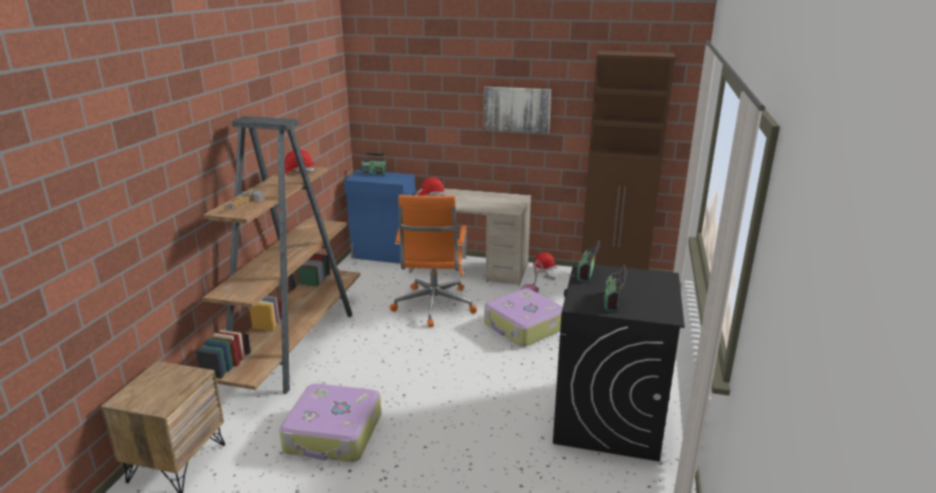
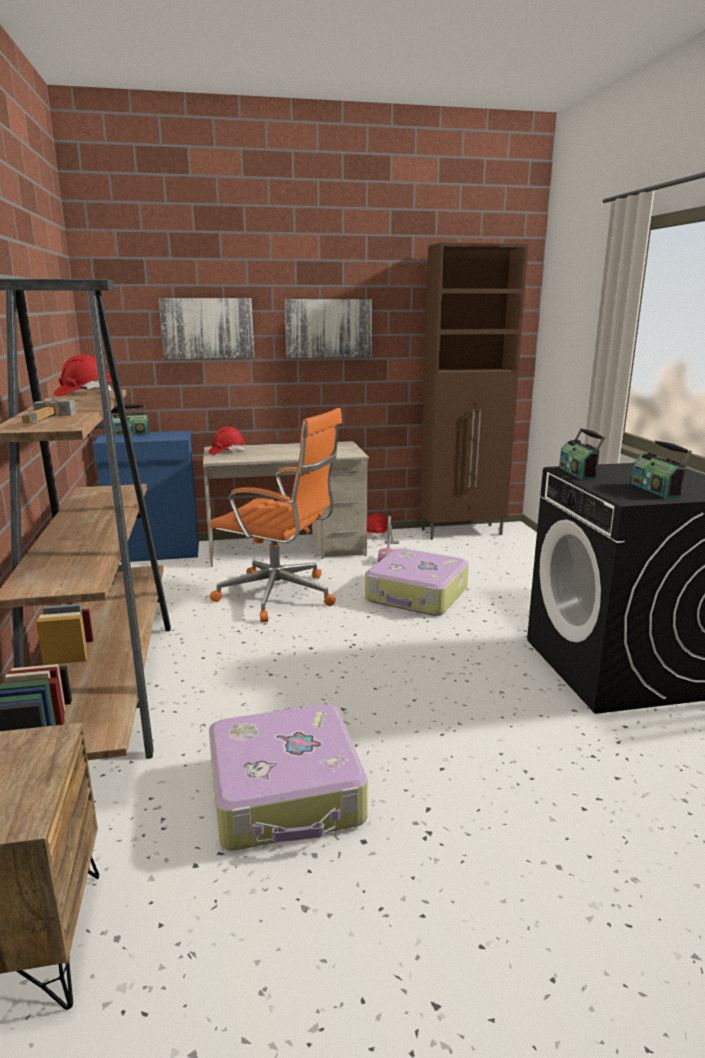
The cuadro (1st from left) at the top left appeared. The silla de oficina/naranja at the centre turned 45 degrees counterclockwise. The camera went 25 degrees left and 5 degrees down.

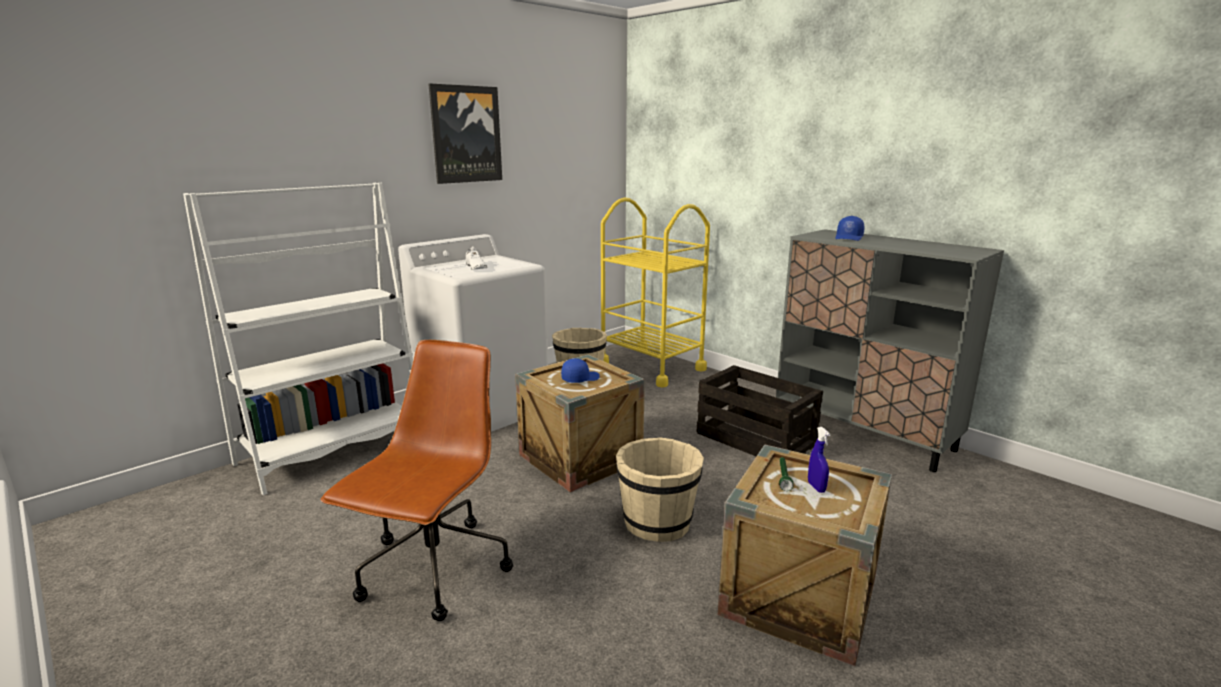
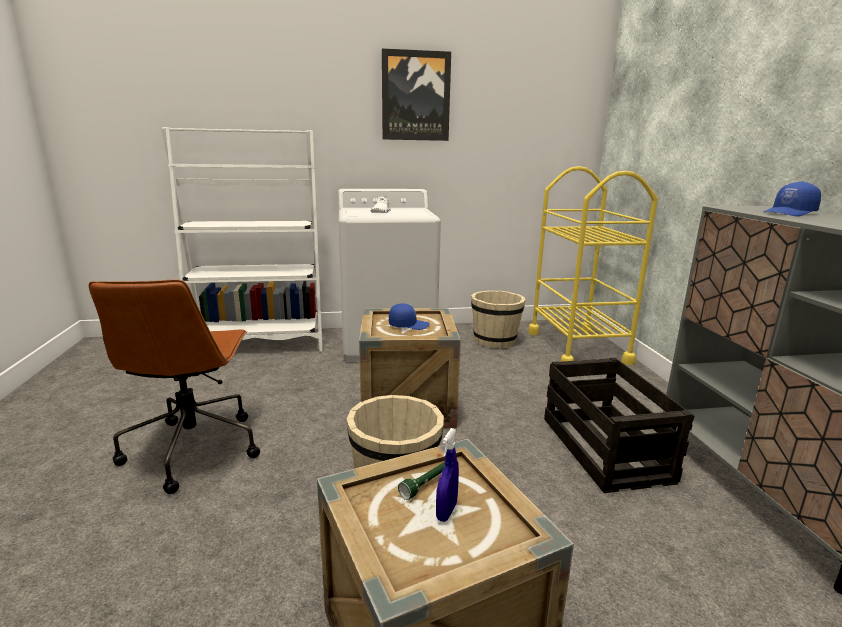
The silla de oficina/marrón at the bottom centre turned 120 degrees clockwise. The camera went 35 degrees right and 0 degrees up.

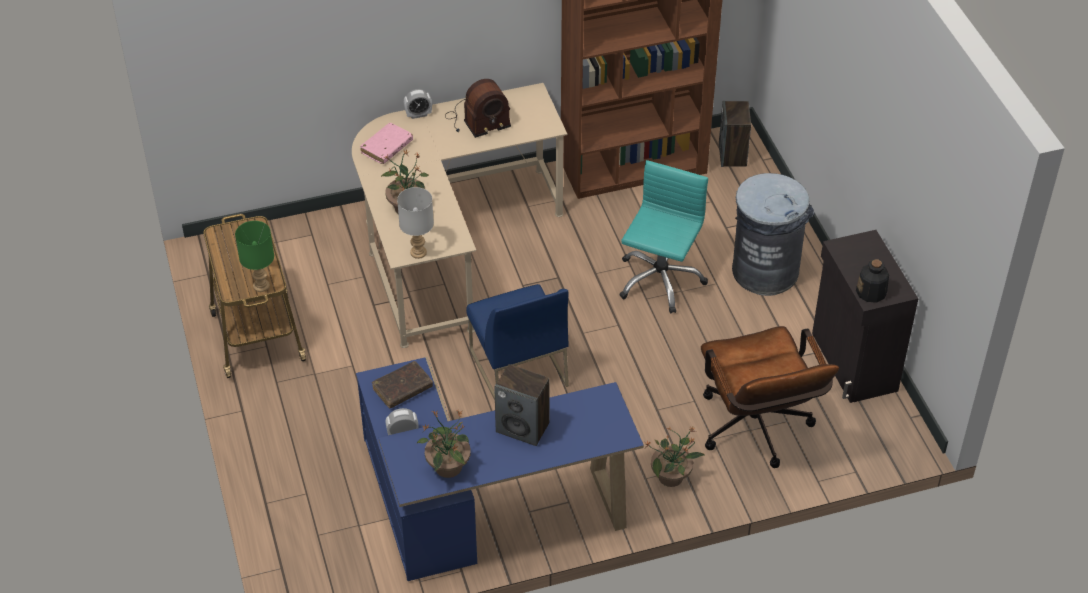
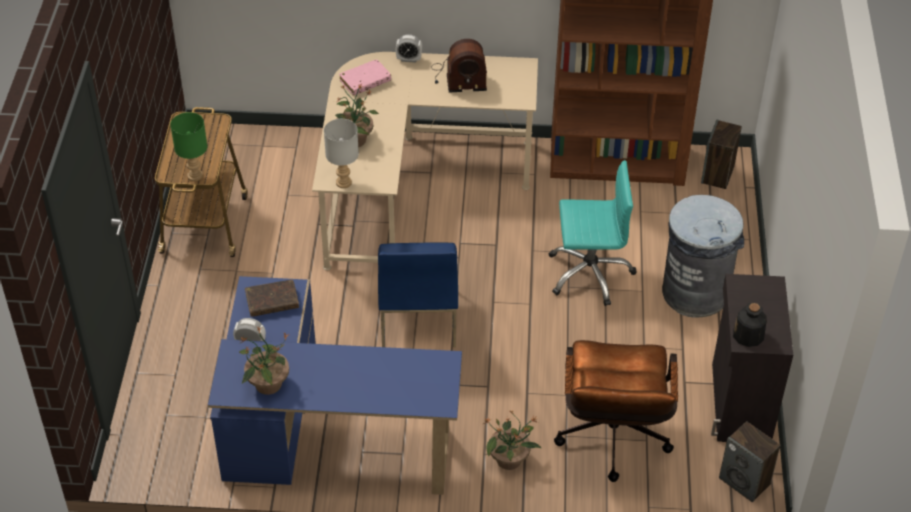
The altavoz (1st from left in the first image) moved from the bottom centre to the bottom right. The silla de oficina/turquesa at the centre turned 45 degrees clockwise. The camera went 20 degrees right and 0 degrees up.

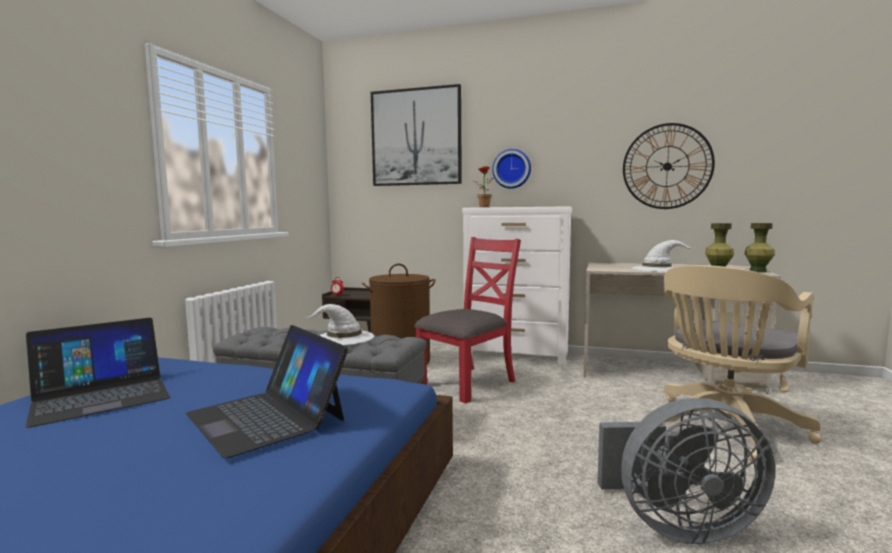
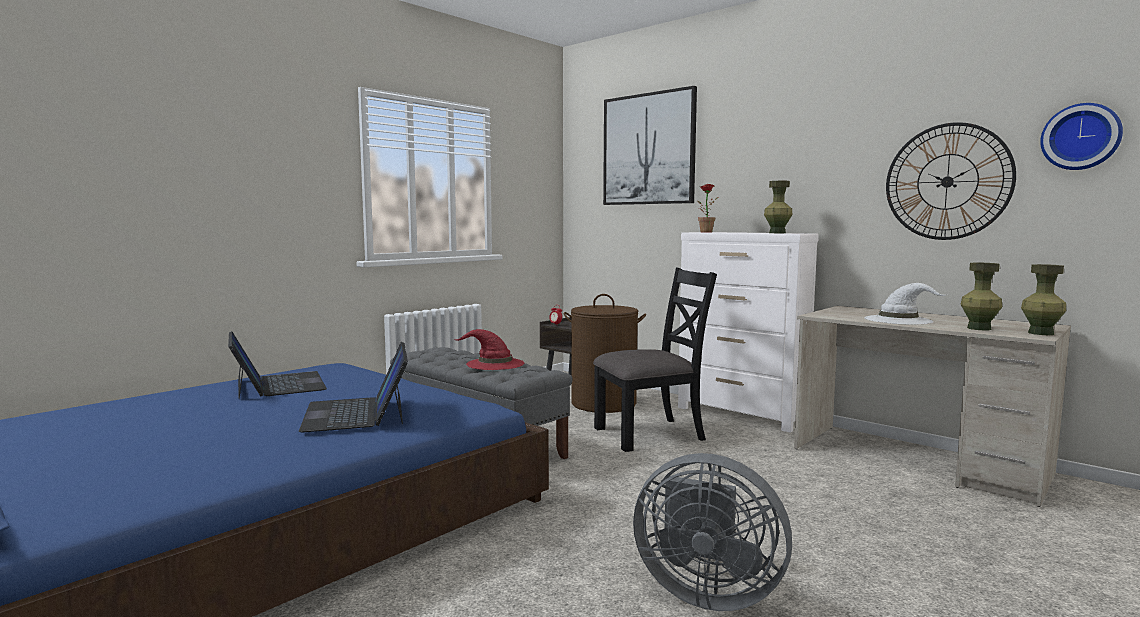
The silla de oficina/beis at the middle right disappeared. The florero/verde (1st from left) at the middle right appeared. The reloj de pared (1st from left in the first image) moved from the top centre to the top right. The sombrero/blanco (1st from left) at the centre became the sombrero/rojo at the centre. The silla/rojo at the centre became the silla/negro at the centre. The portátil (1st from left) at the bottom left turned 105 degrees counterclockwise. The camera went 25 degrees right and 0 degrees up.

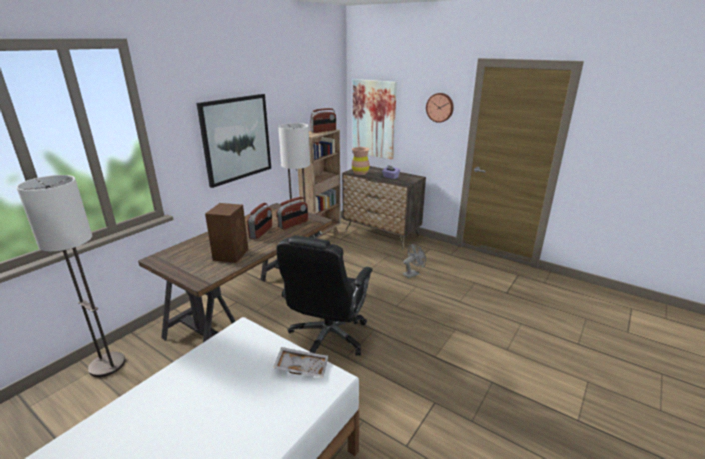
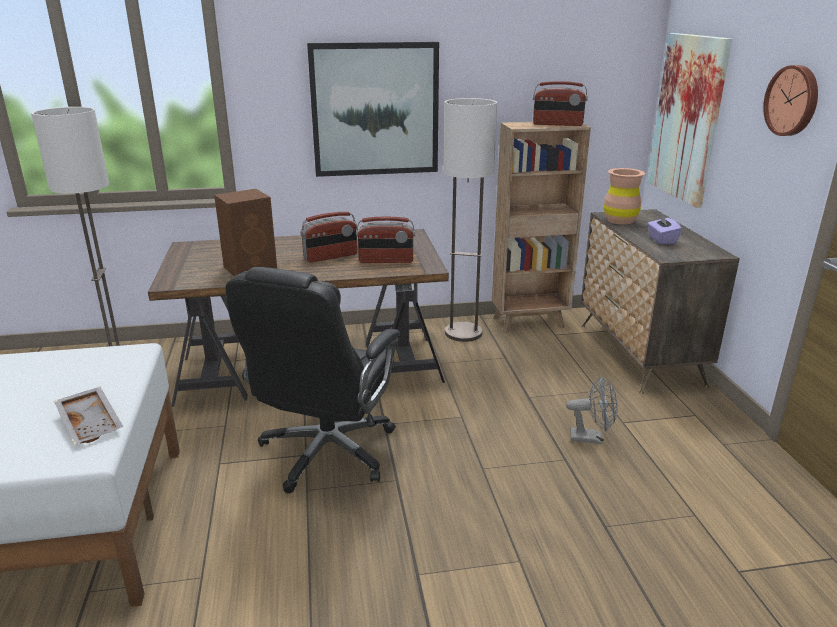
The silla de oficina/negro at the centre turned 45 degrees counterclockwise. The camera went 45 degrees right and 0 degrees up.

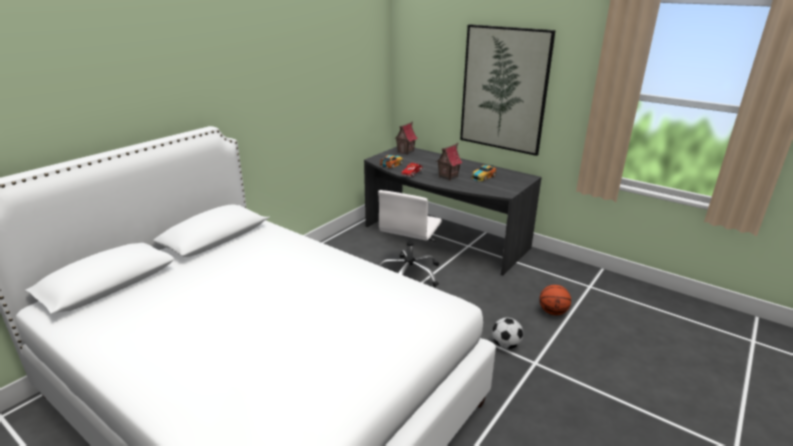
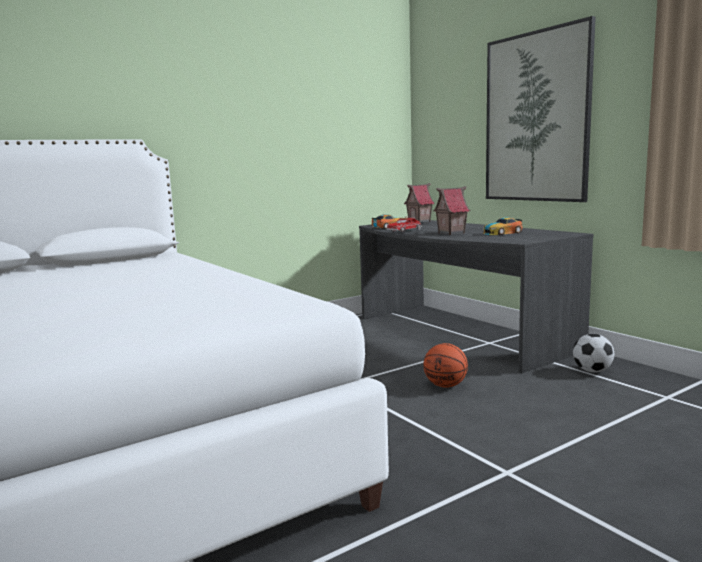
The silla de oficina/blanco at the centre disappeared. The balón de fútbol moved from the bottom centre to the middle right. The balón de baloncesto moved from the bottom right to the centre. The camera went 20 degrees right and 15 degrees down.

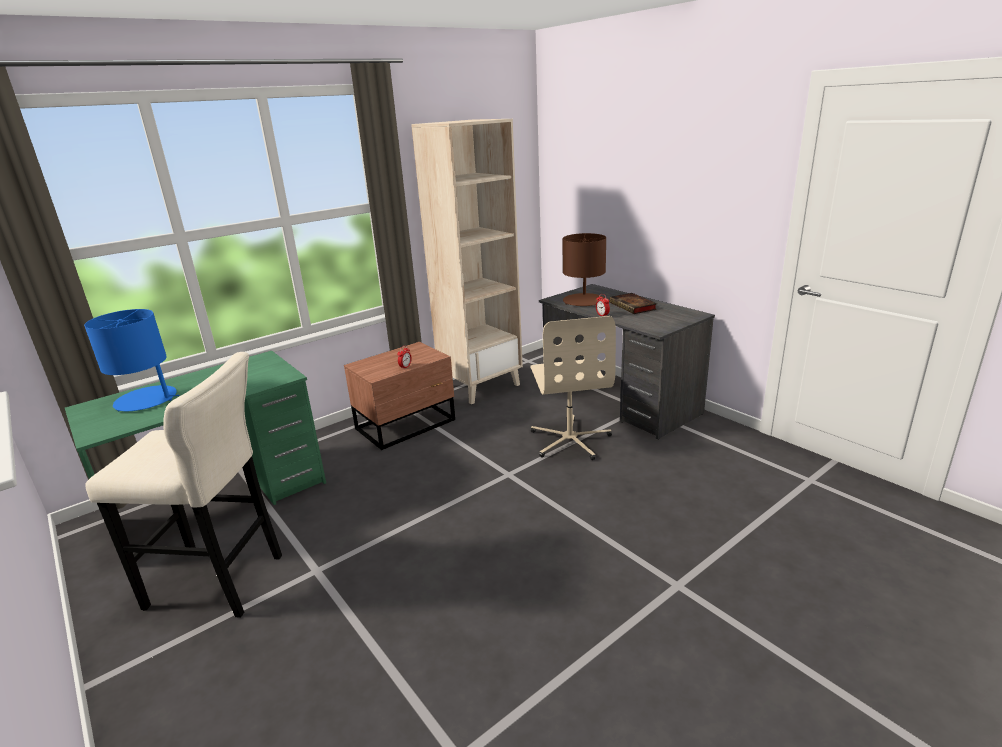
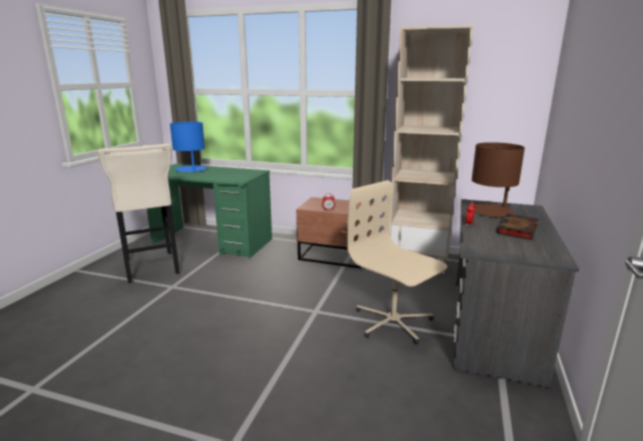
The silla de oficina/beis at the centre turned 90 degrees clockwise. The camera went 55 degrees right and 5 degrees down.

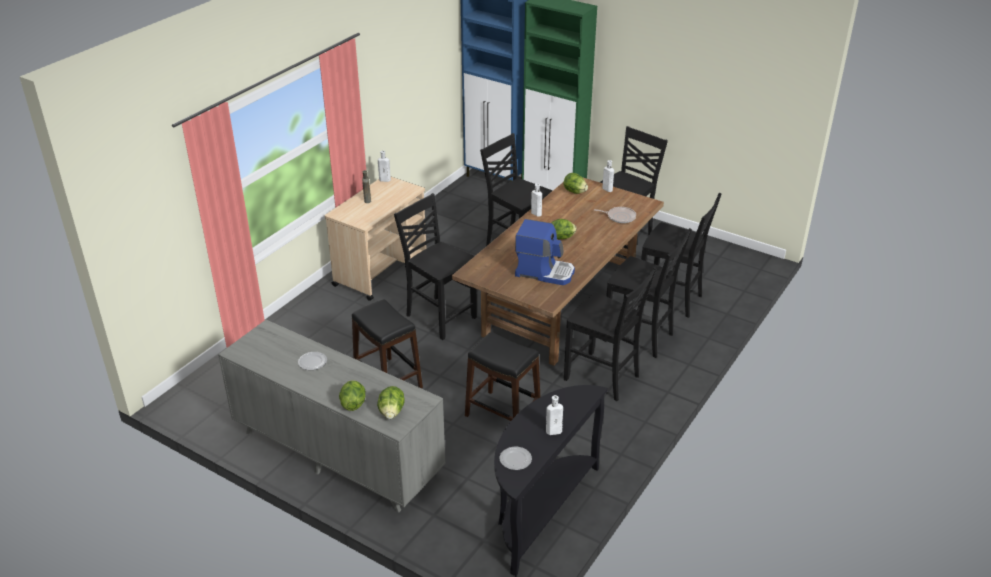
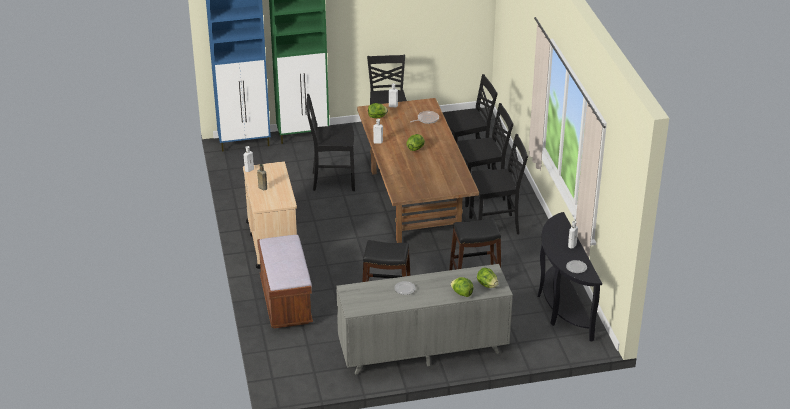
The silla/negro (1st from left) at the centre disappeared. The cafetera at the centre disappeared. The banco/marrón at the bottom centre appeared. The camera went 45 degrees left and 0 degrees up.

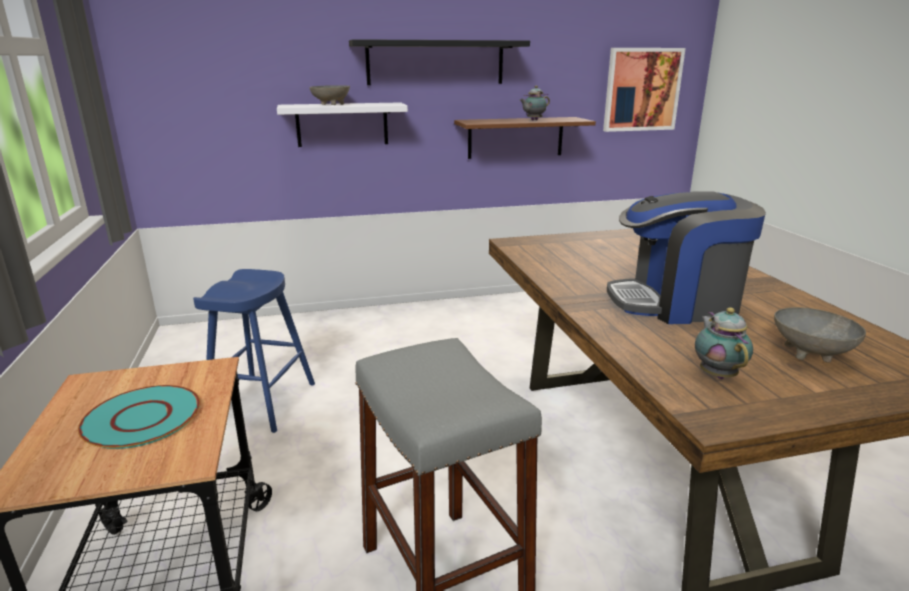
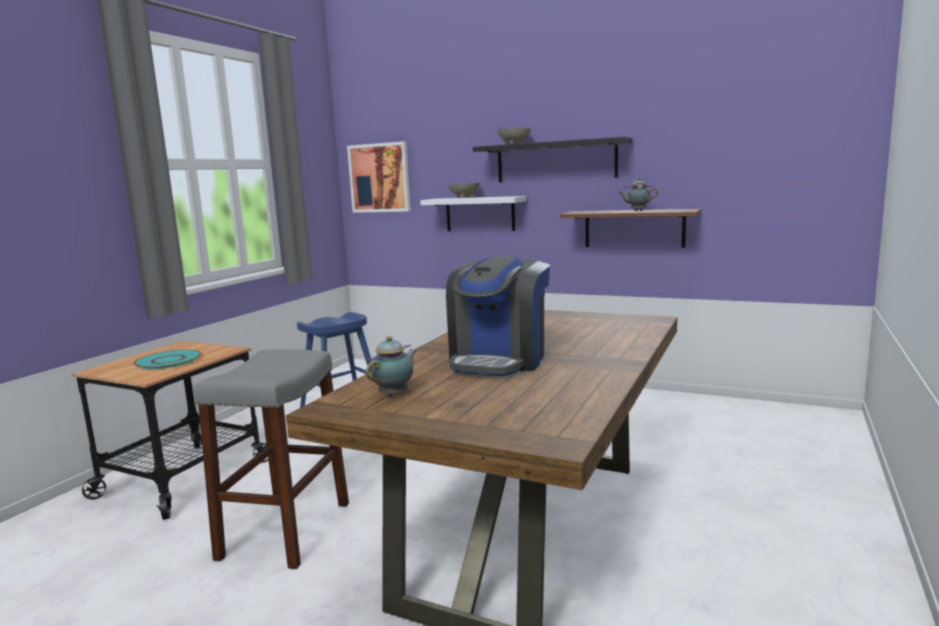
The cuadro moved from the top right to the top centre. The cuenco/gris (2nd from left) moved from the middle right to the top centre. The cafetera at the middle right turned 105 degrees counterclockwise. The camera went 40 degrees right and 10 degrees down.

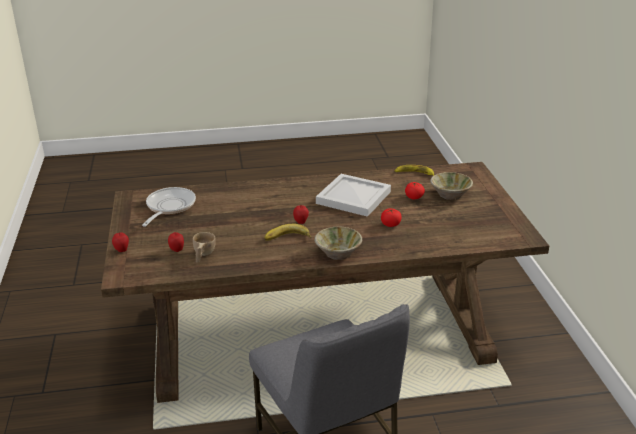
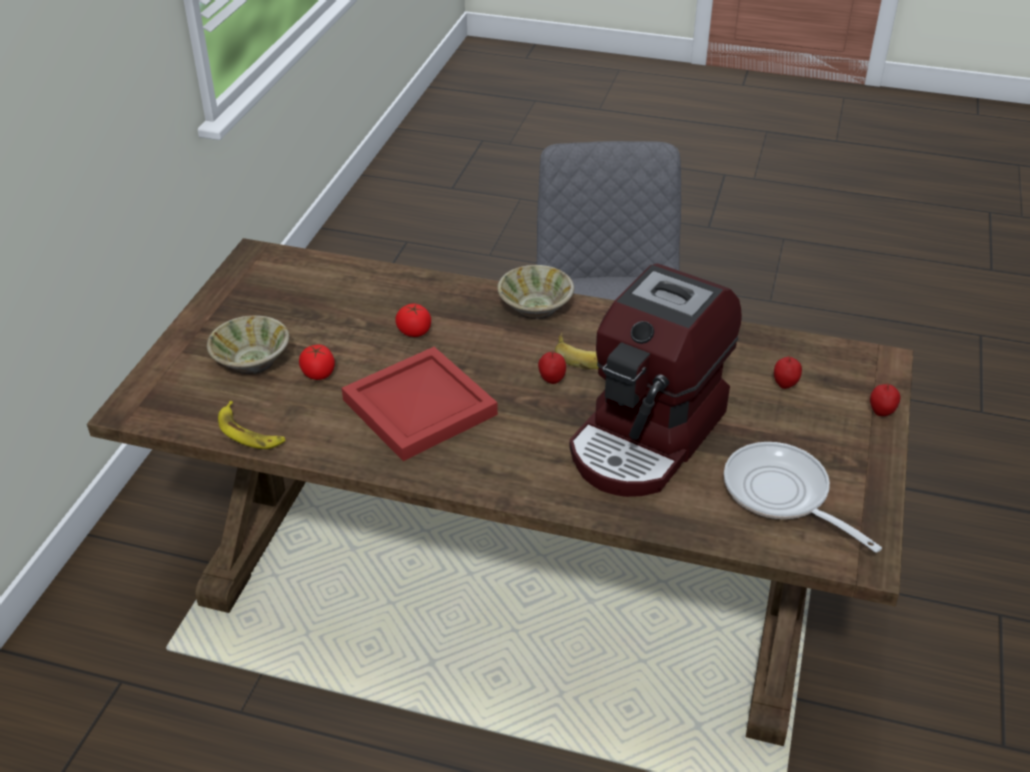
The taza/beis at the middle left disappeared. The cafetera at the centre appeared. The bandeja/blanco at the centre became the bandeja/rojo at the centre. The sartén at the middle left turned 105 degrees clockwise. The camera went 155 degrees left and 10 degrees up.

